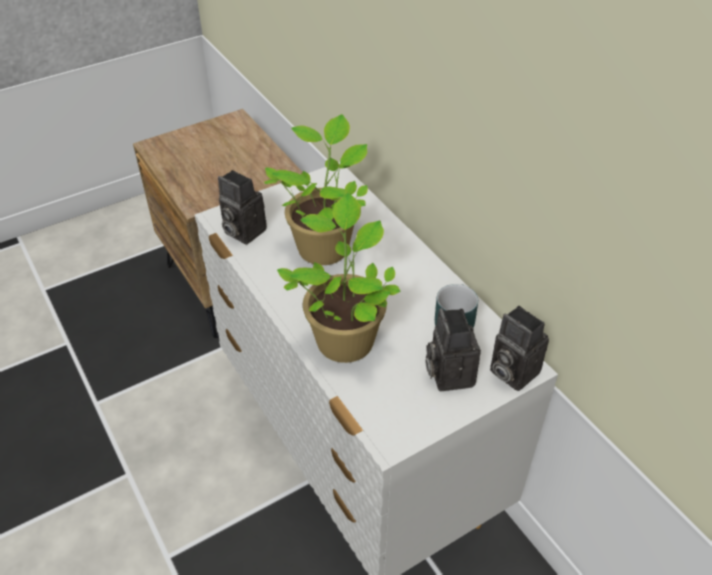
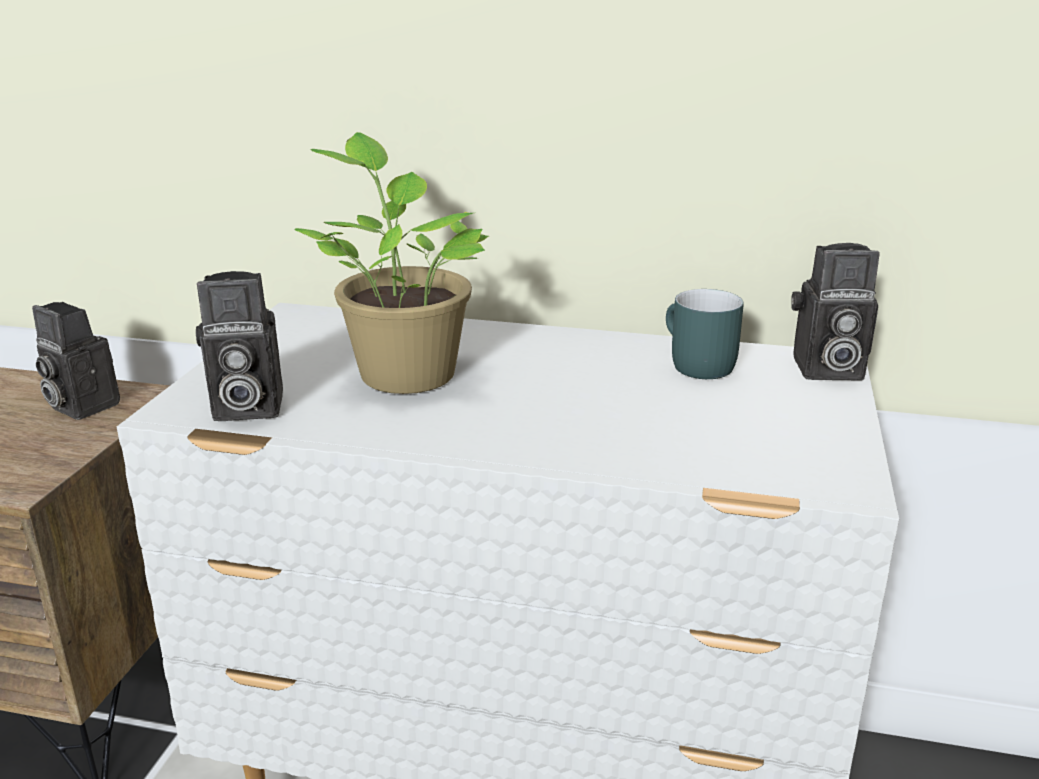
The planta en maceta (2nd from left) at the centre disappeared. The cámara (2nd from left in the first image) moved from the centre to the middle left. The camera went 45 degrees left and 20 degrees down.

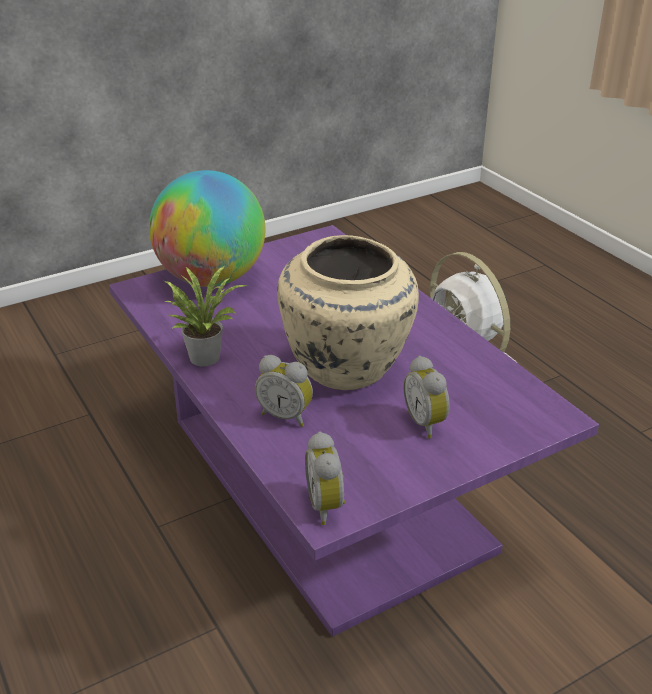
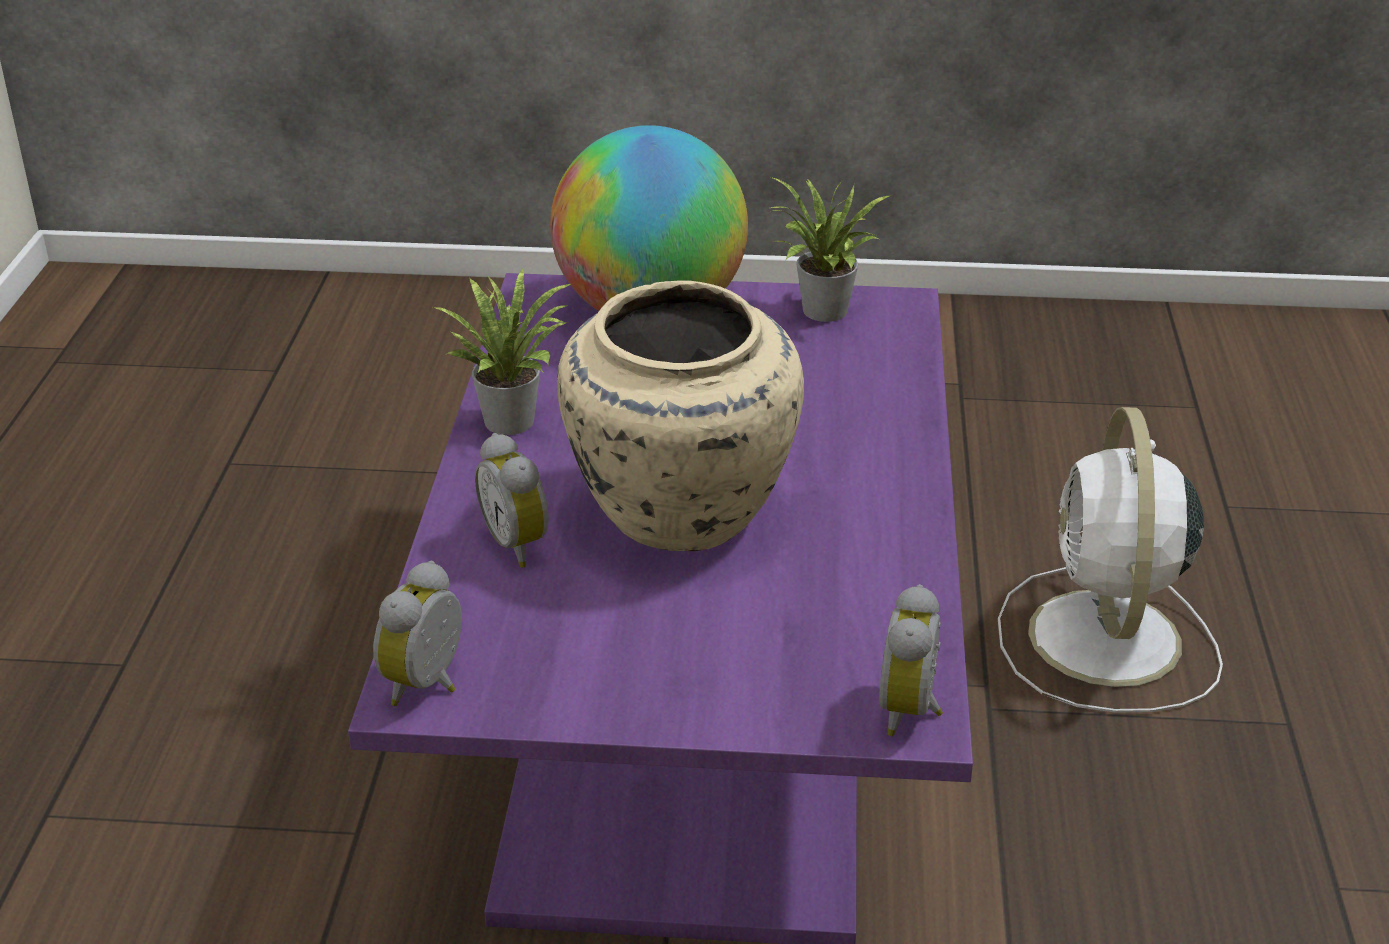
The planta en maceta (2nd from left) at the top centre appeared. The despertador (3rd from left) moved from the centre to the bottom centre. The camera went 35 degrees right and 0 degrees up.

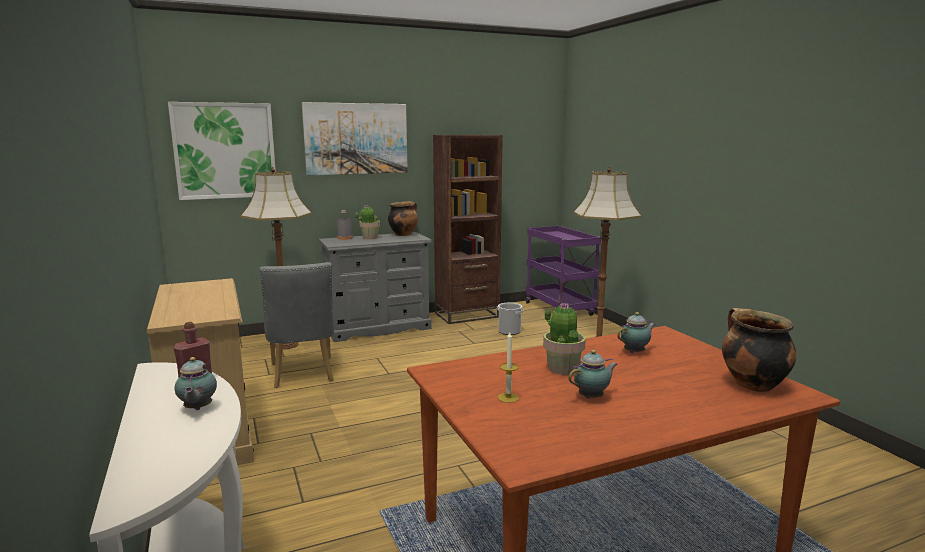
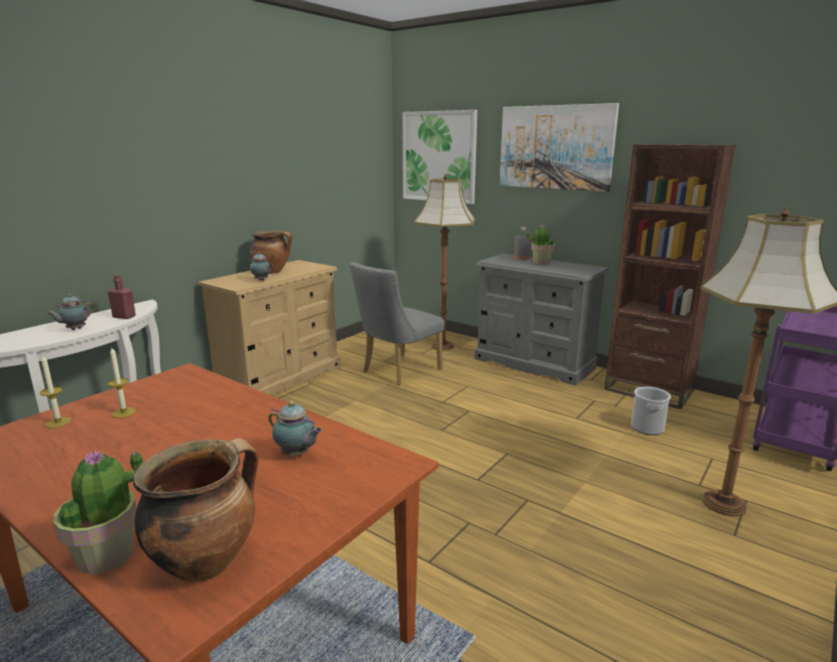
The vela (1st from left) at the middle left appeared. The olla (1st from left in the first image) moved from the centre to the middle left. The planta en maceta (2nd from left in the first image) moved from the centre to the bottom left. The tetera (2nd from left) moved from the bottom centre to the middle left. The camera went 60 degrees right and 5 degrees up.

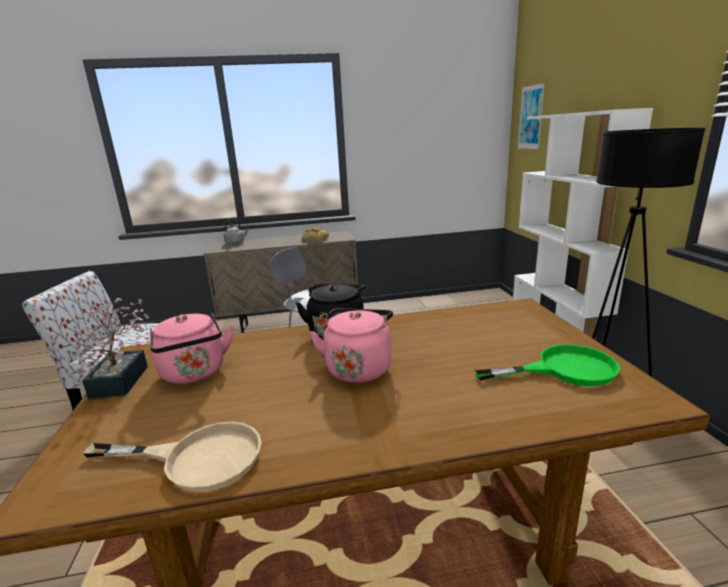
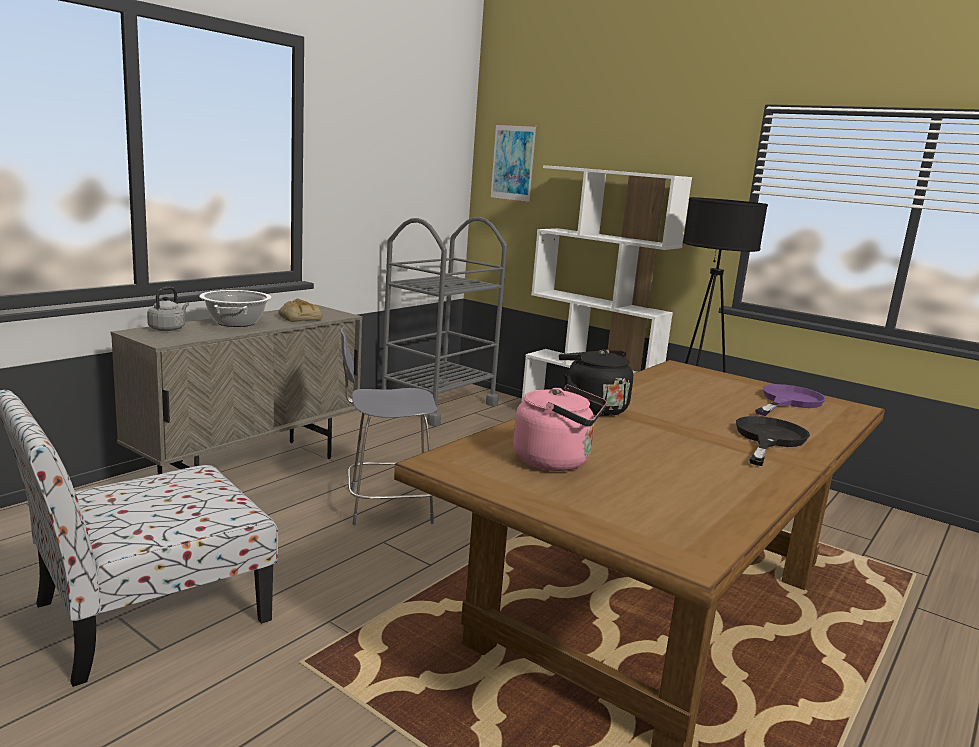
The planta en maceta at the middle left disappeared. The sartén/beis at the bottom left disappeared. The hervidor/rosa (2nd from left) at the centre disappeared. The olla at the middle left appeared. The carrito/gris at the centre appeared. The sartén/negro at the middle right appeared. The sartén/verde at the middle right became the sartén/morado at the middle right. The camera went 45 degrees left and 5 degrees down.

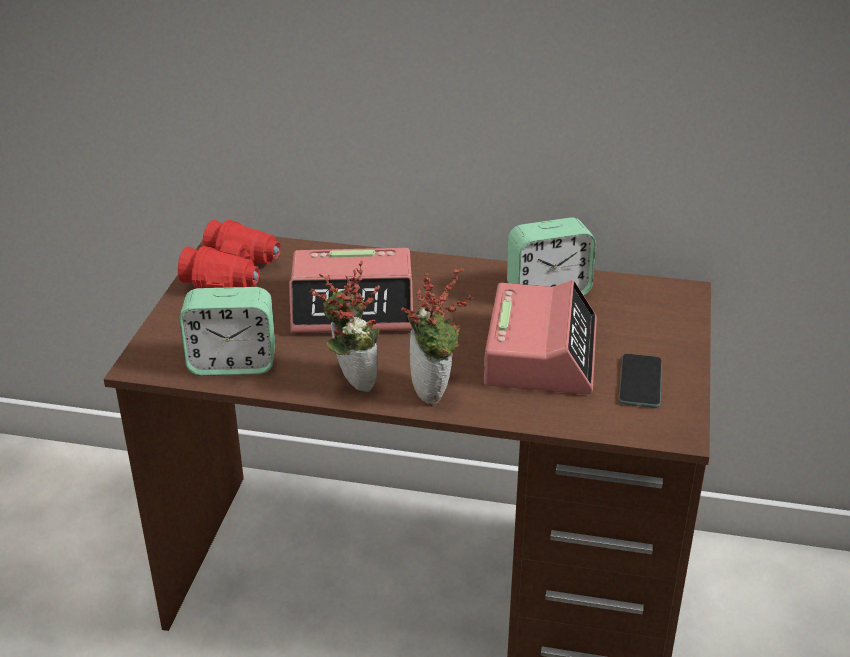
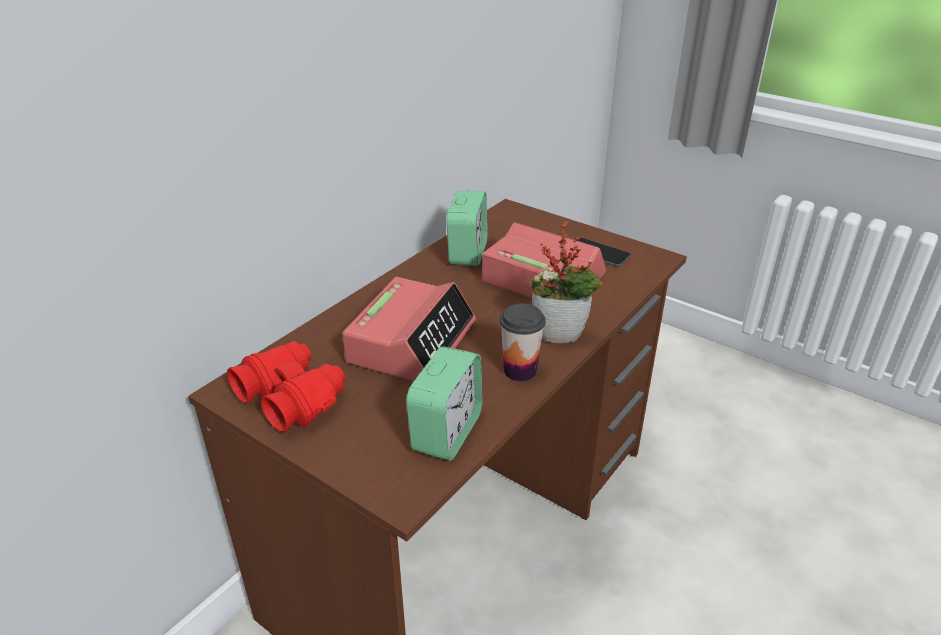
The planta en maceta (1st from left) at the centre was replaced by the taza at the centre. The camera went 65 degrees left and 0 degrees up.

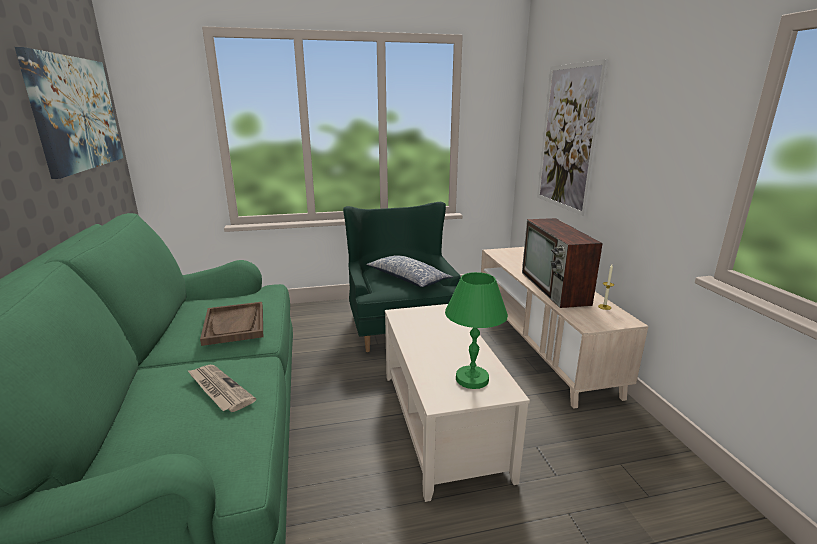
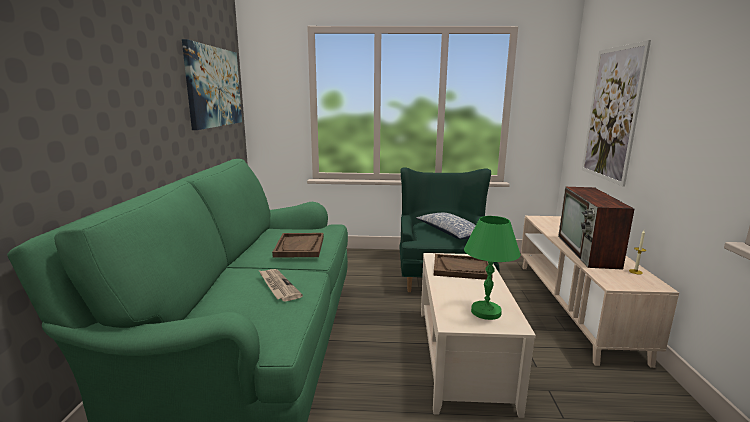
The bandeja/marrón (2nd from left) at the centre appeared. The camera went 15 degrees right and 5 degrees down.

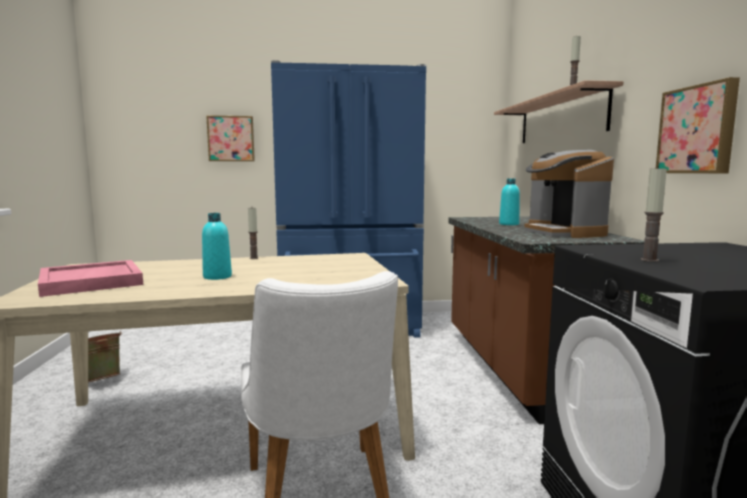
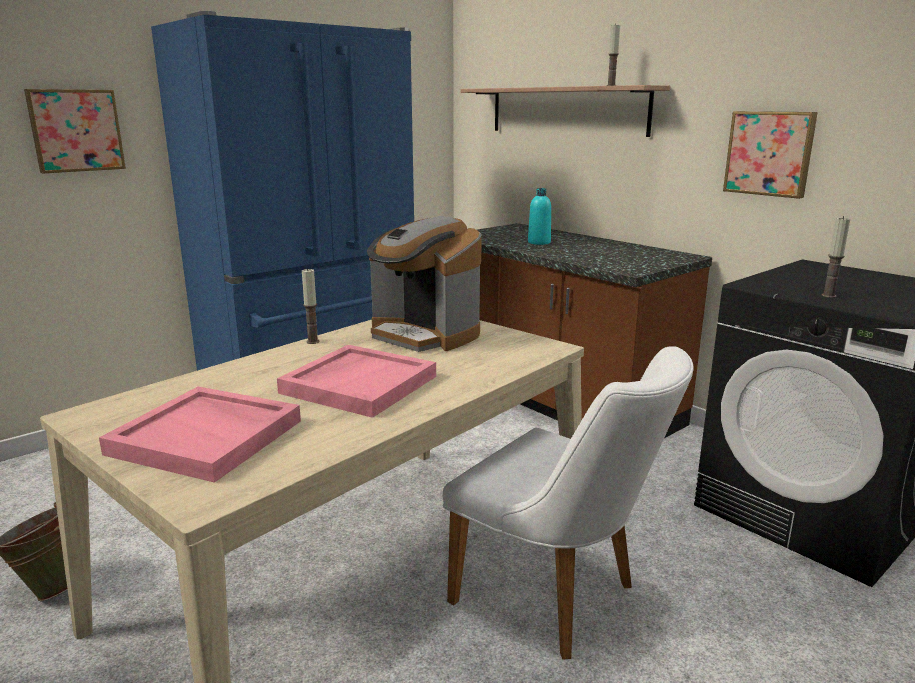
The cafetera moved from the middle right to the centre. The botella/turquesa (1st from left) at the middle left was replaced by the bandeja/rosa (2nd from left) at the centre. The camera went 35 degrees left and 10 degrees up.

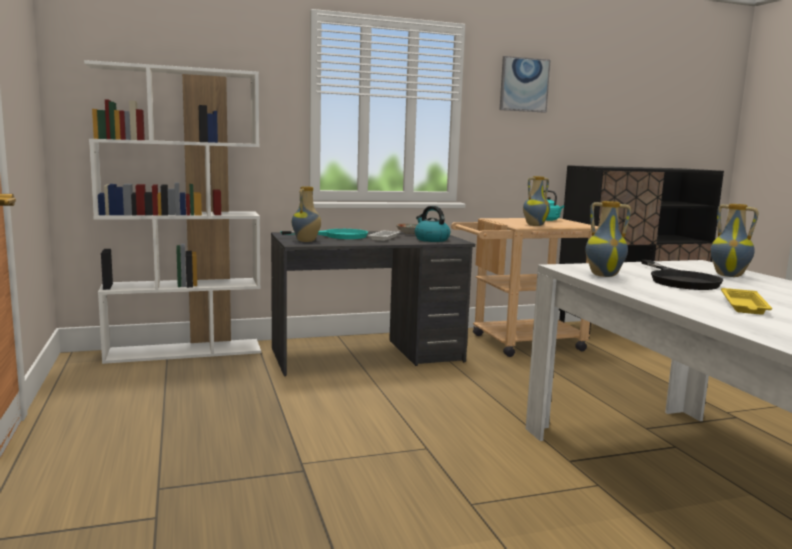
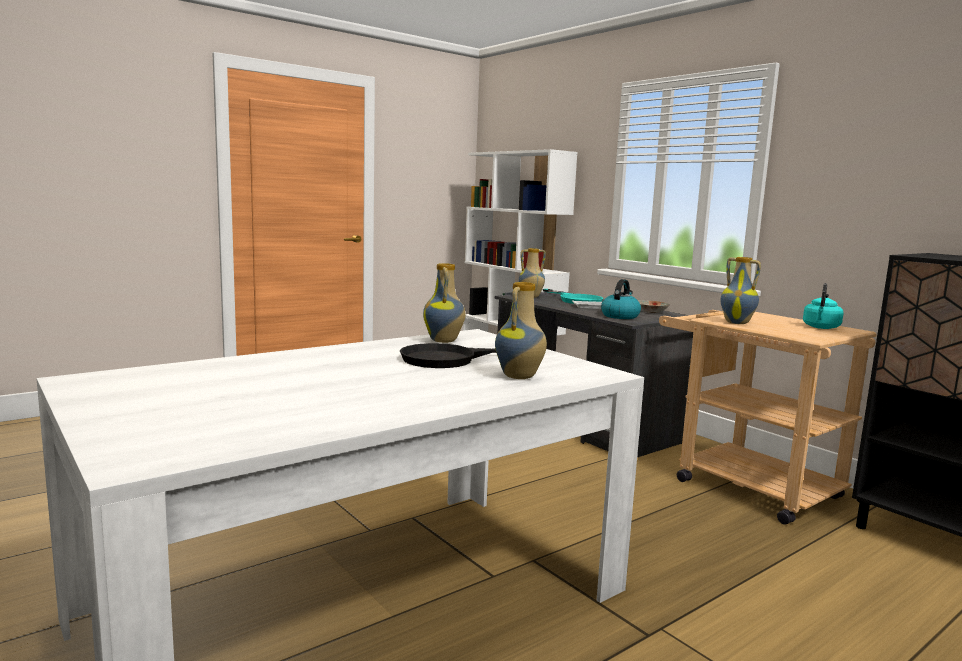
The cuadro at the top centre disappeared. The bandeja/amarillo at the middle right disappeared. The camera went 70 degrees right and 0 degrees up.

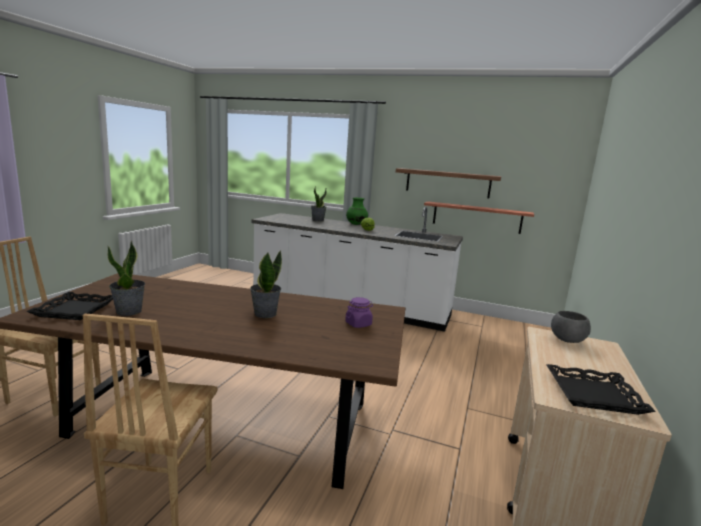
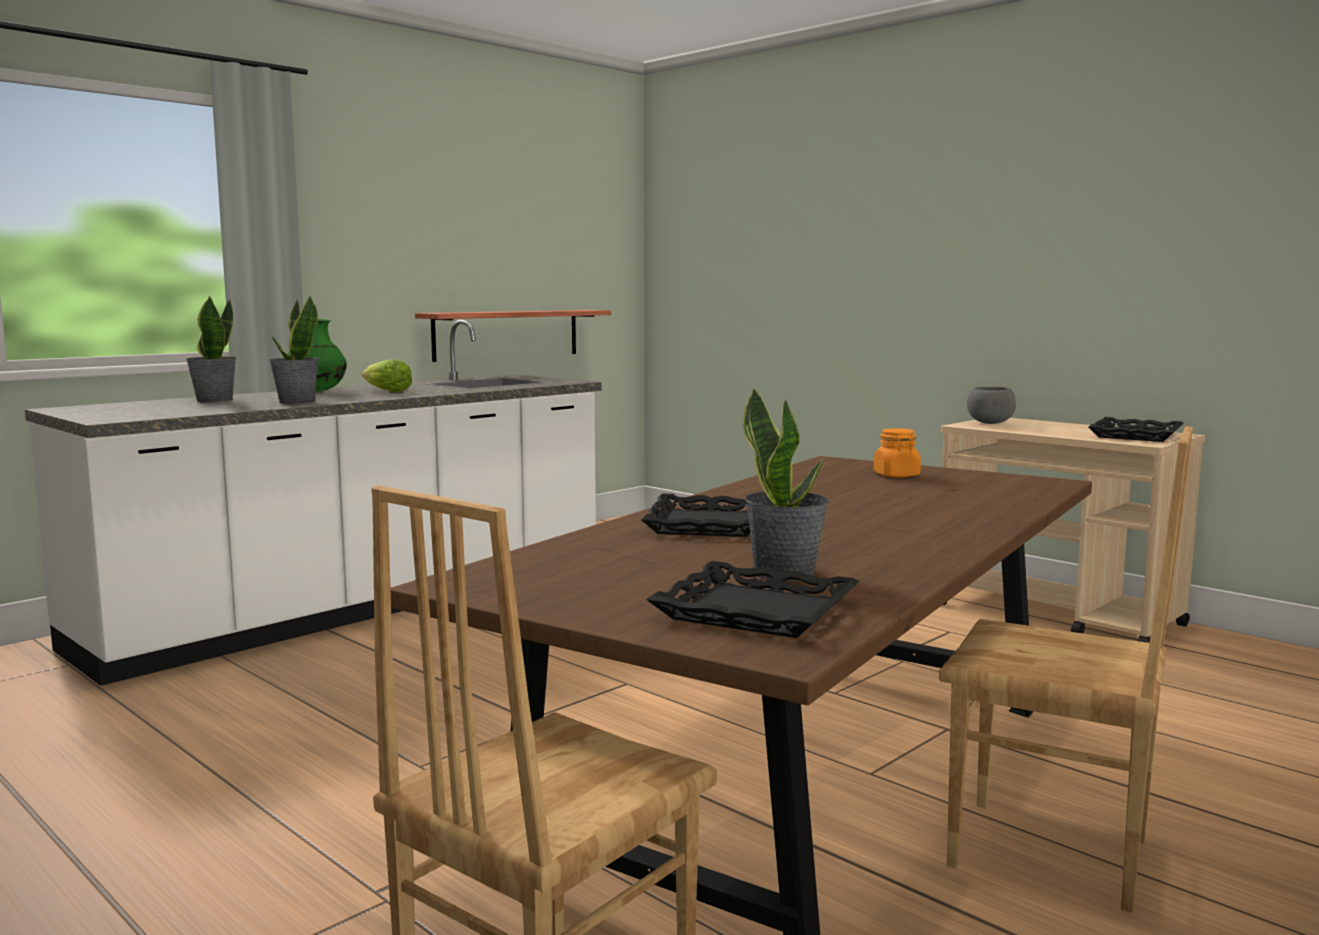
The estante (1st from left) at the centre disappeared. The bandeja/negro (1st from left) at the centre appeared. The planta en maceta (2nd from left) moved from the centre to the middle left. The tarro/morado at the centre became the tarro/naranja at the middle right. The camera went 65 degrees left and 5 degrees down.

